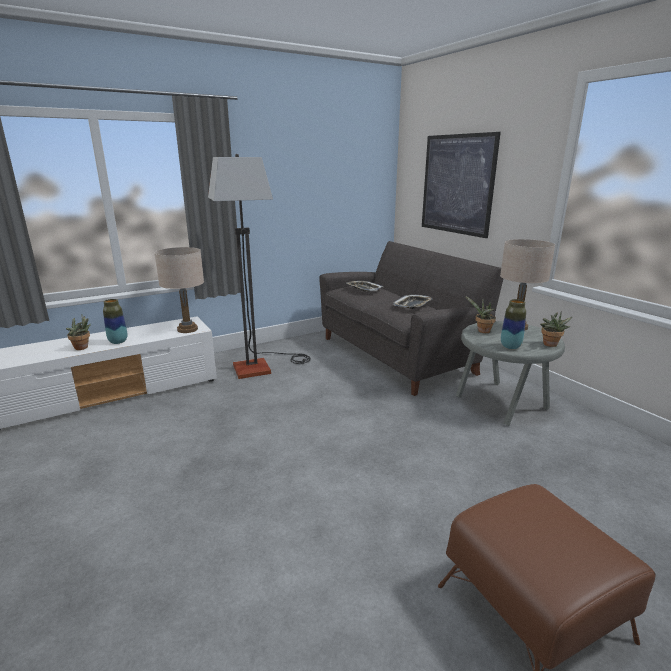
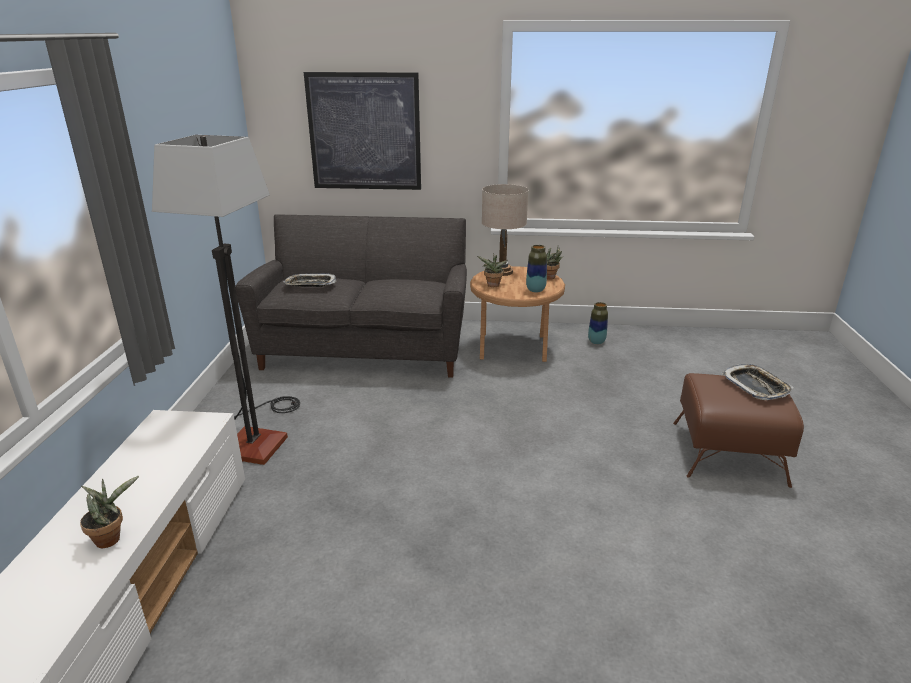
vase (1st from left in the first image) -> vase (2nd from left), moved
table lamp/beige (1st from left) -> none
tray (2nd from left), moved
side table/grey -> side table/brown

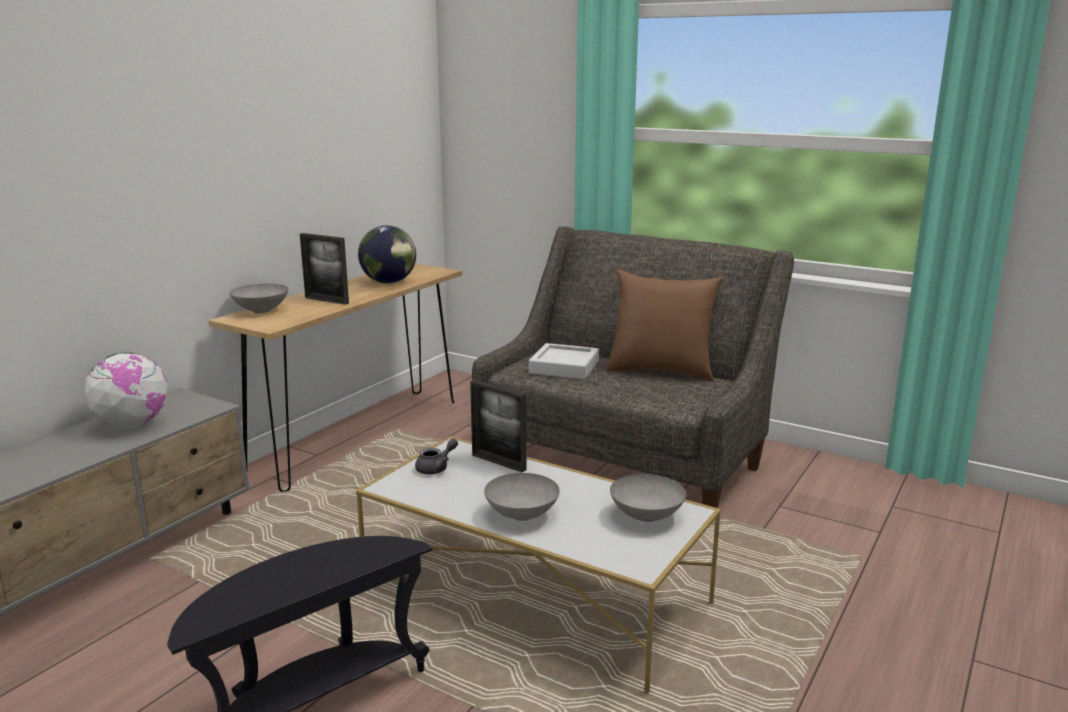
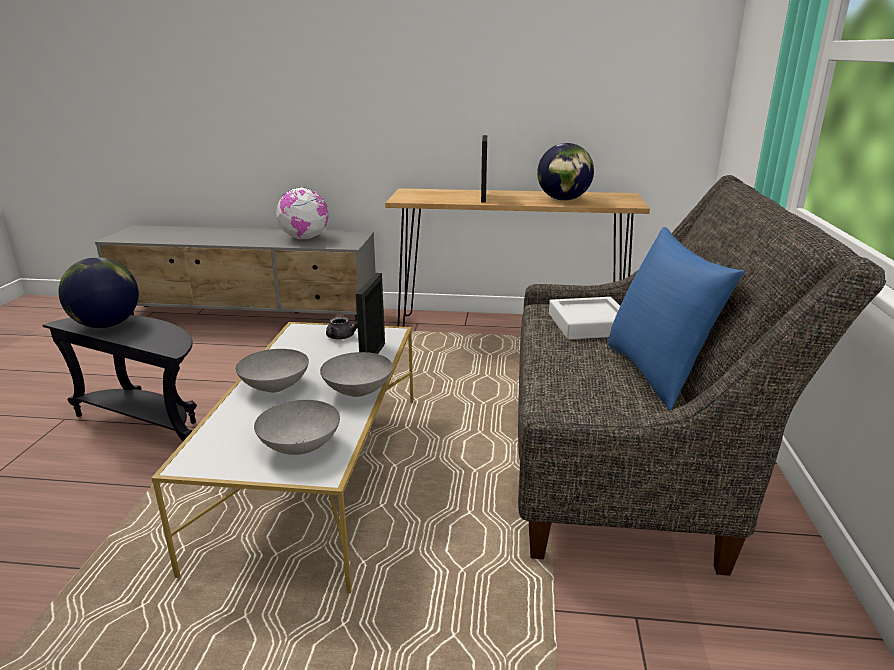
bowl/grey (1st from left in the first image) -> bowl/grey (3rd from left), moved
pillow/brown -> pillow/blue
none -> globe (1st from left)

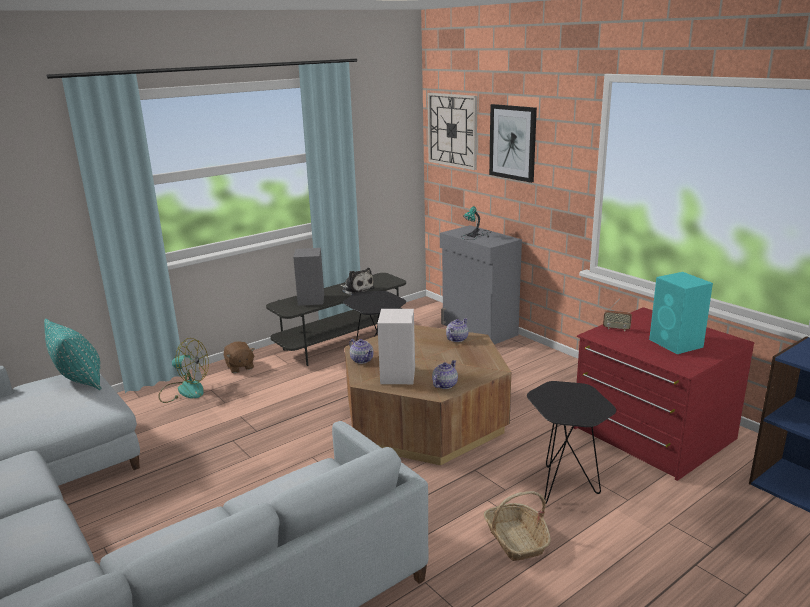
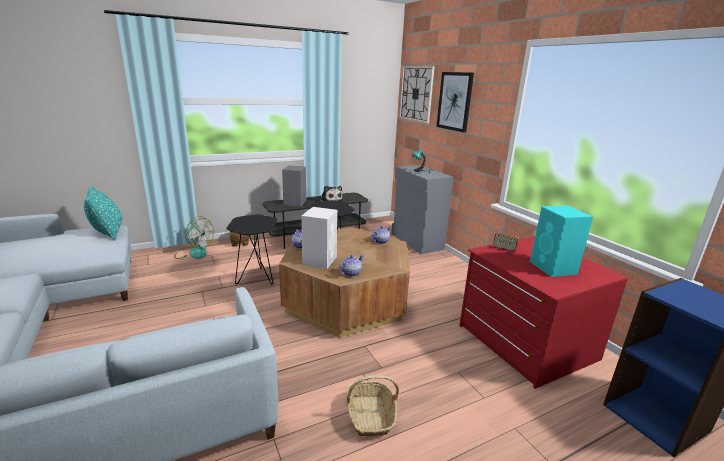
side table/black (2nd from left in the first image) -> side table/black (1st from left), moved

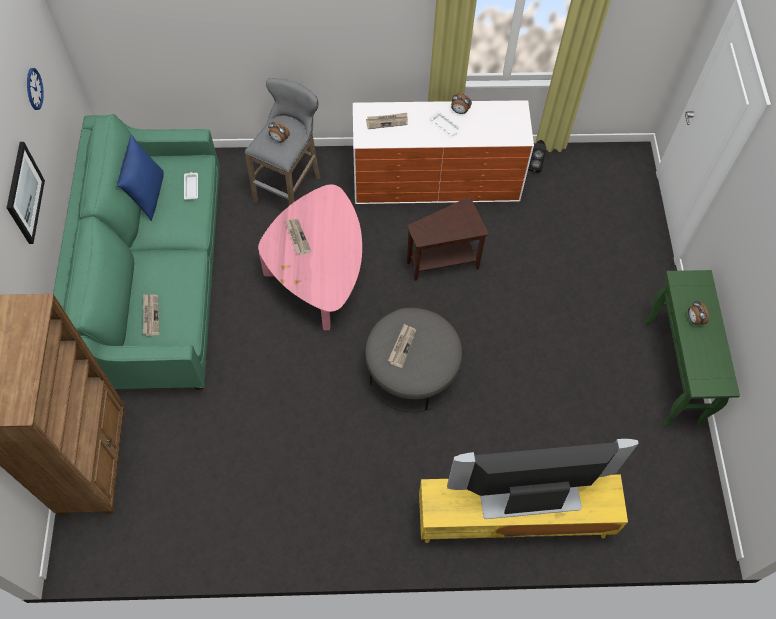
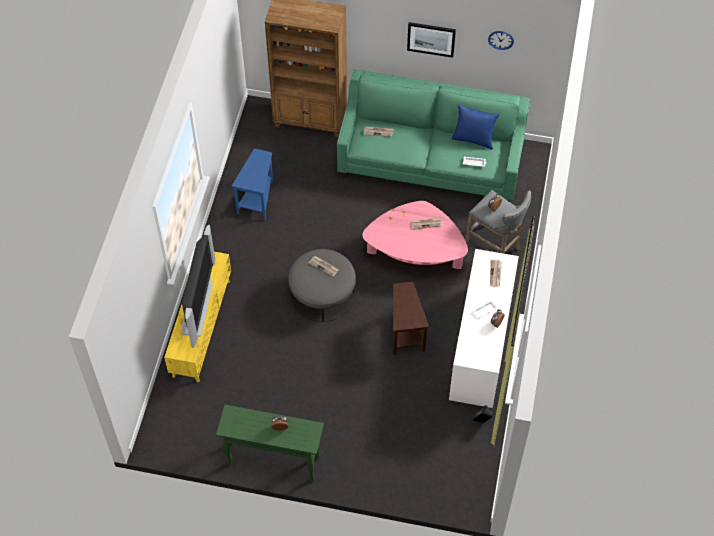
none -> side table/blue

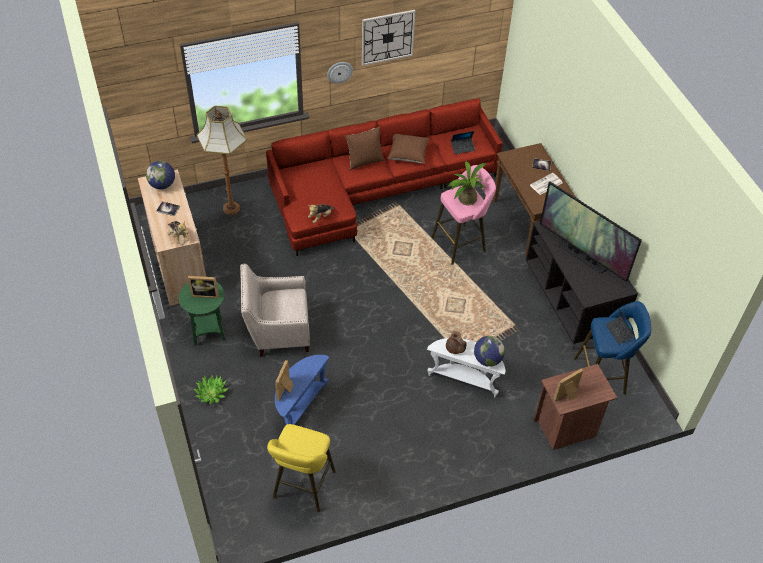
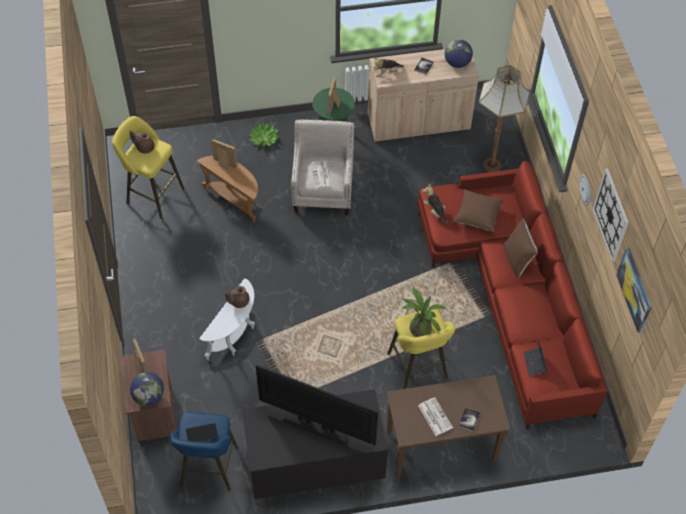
side table/blue -> side table/brown
pillow/brown (2nd from left in the first image) -> pillow/brown (1st from left), moved
stool/pink -> stool/yellow (2nd from left)
globe (2nd from left in the first image) -> globe (1st from left), moved
television, 60 degrees clockwise
none -> teapot/brown (1st from left)
none -> newspaper (1st from left)
none -> picture

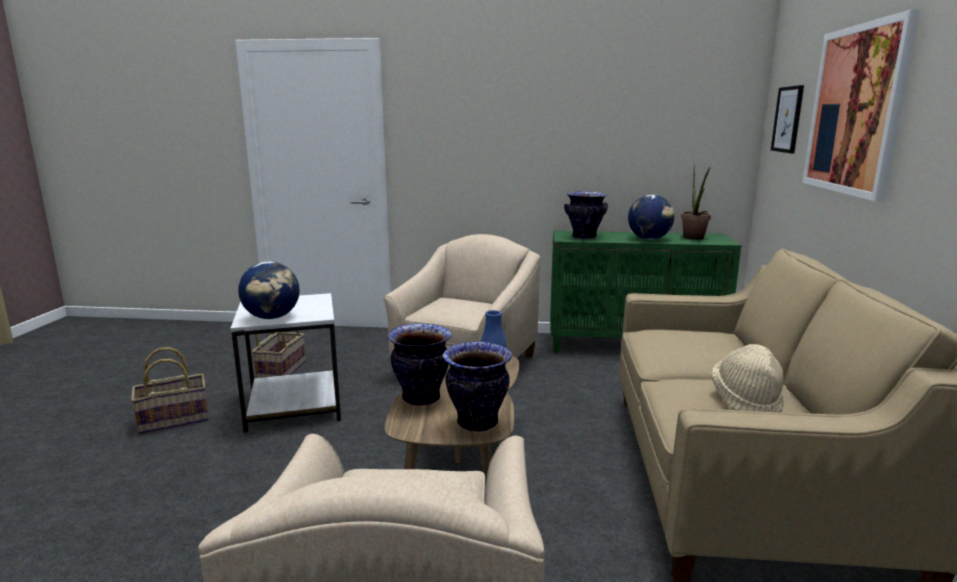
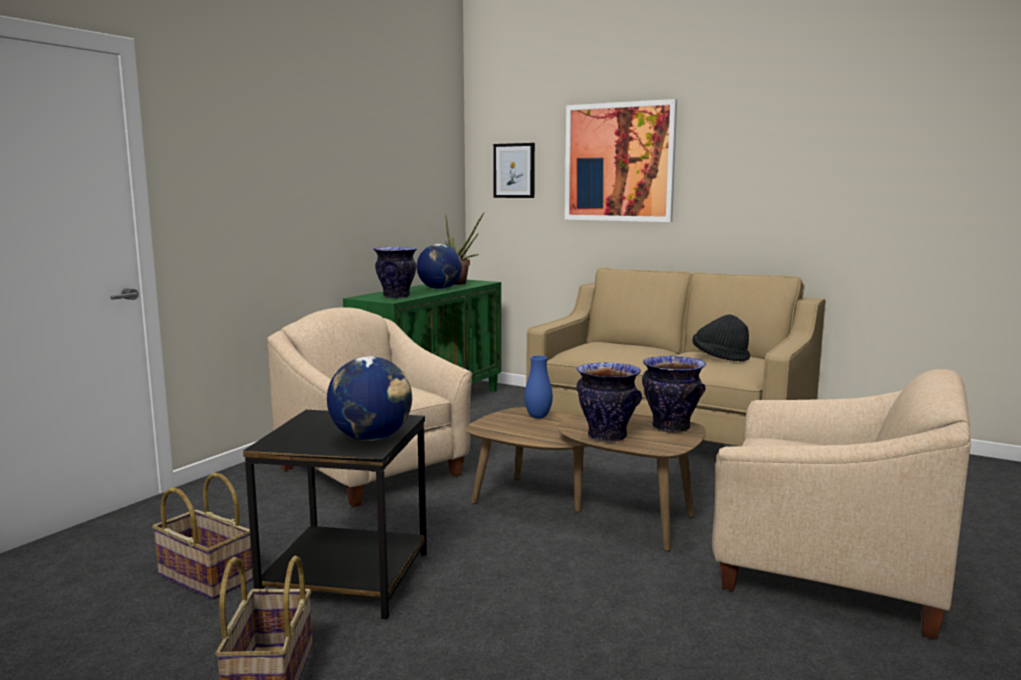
side table/white -> side table/black
hat/beige -> hat/black

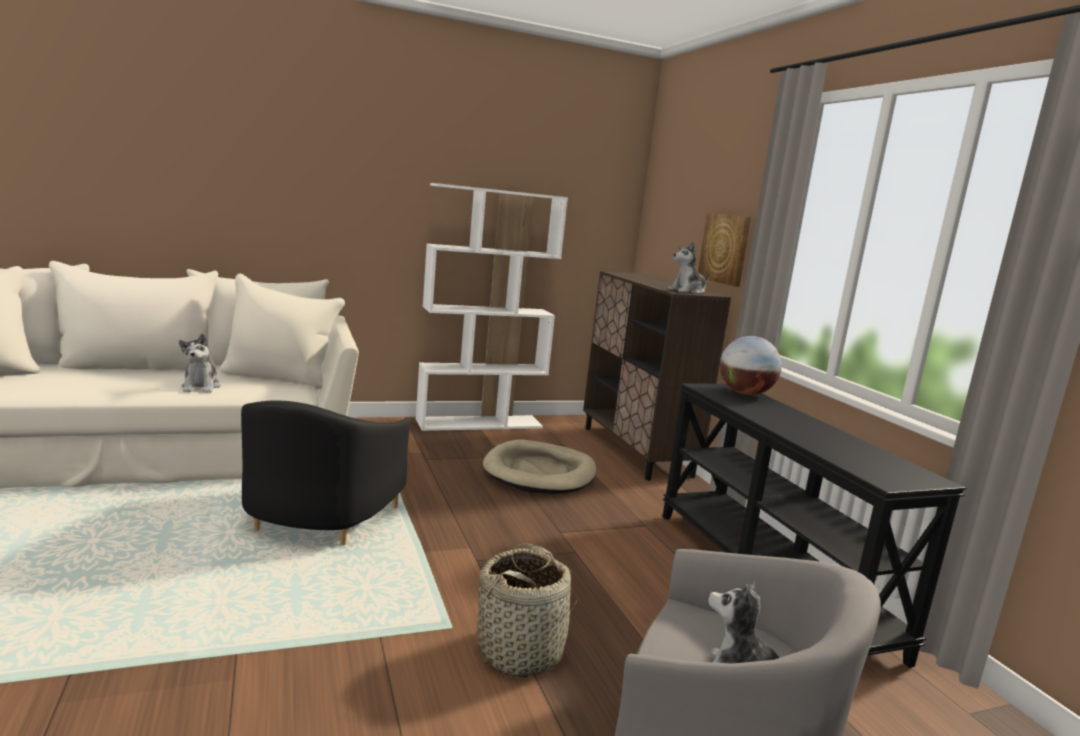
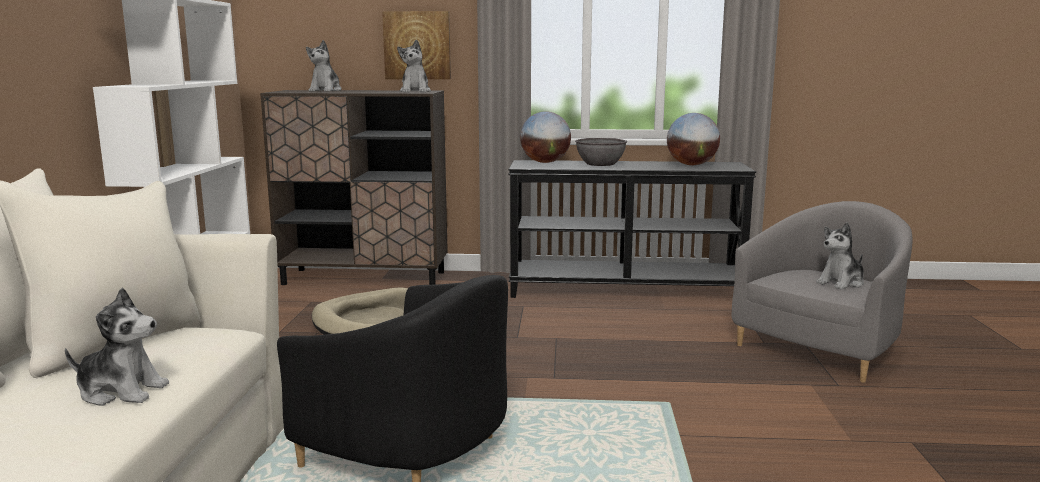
basket -> none
none -> plush toy (2nd from left)
none -> bowl/grey
none -> globe (2nd from left)

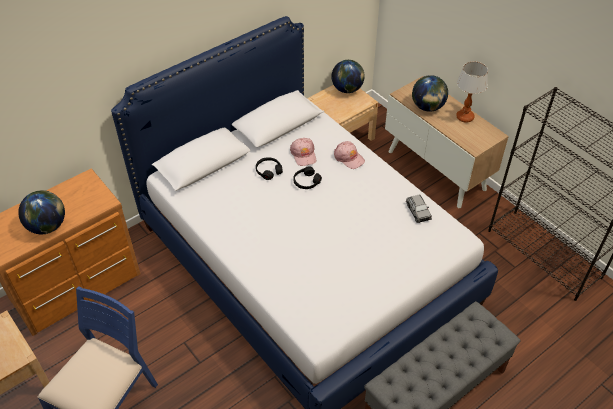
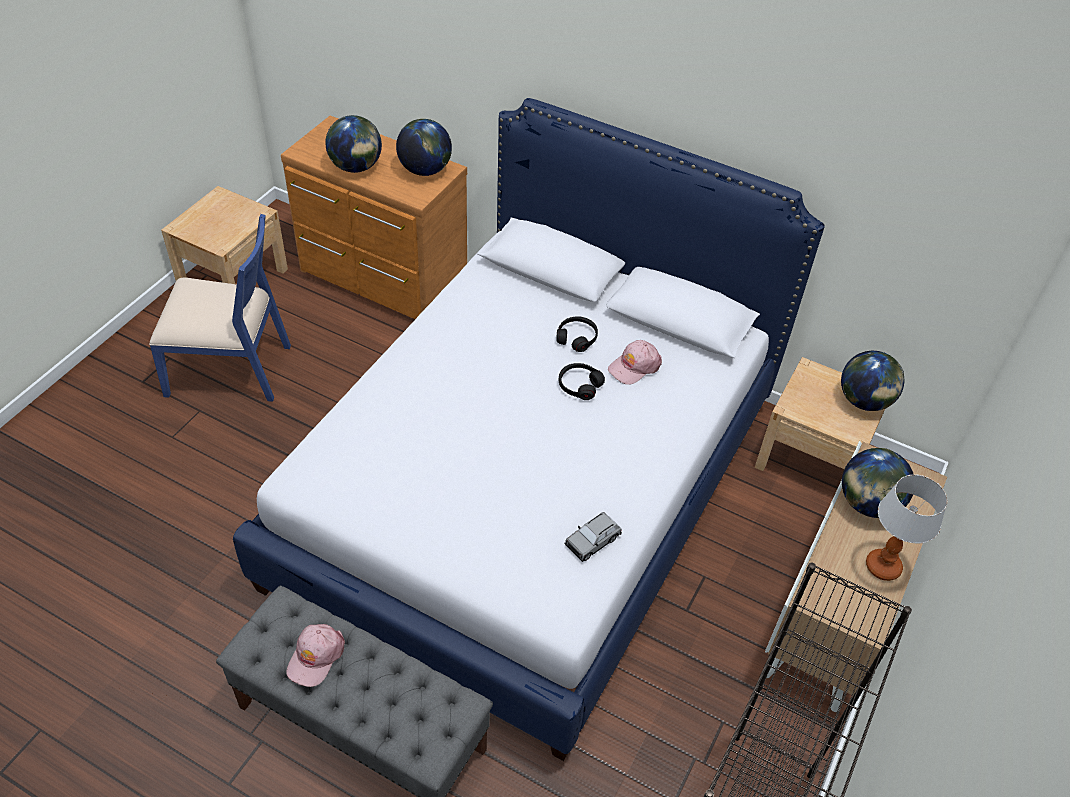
cap/pink (2nd from left in the first image) -> cap/pink (1st from left), moved
none -> globe (2nd from left)

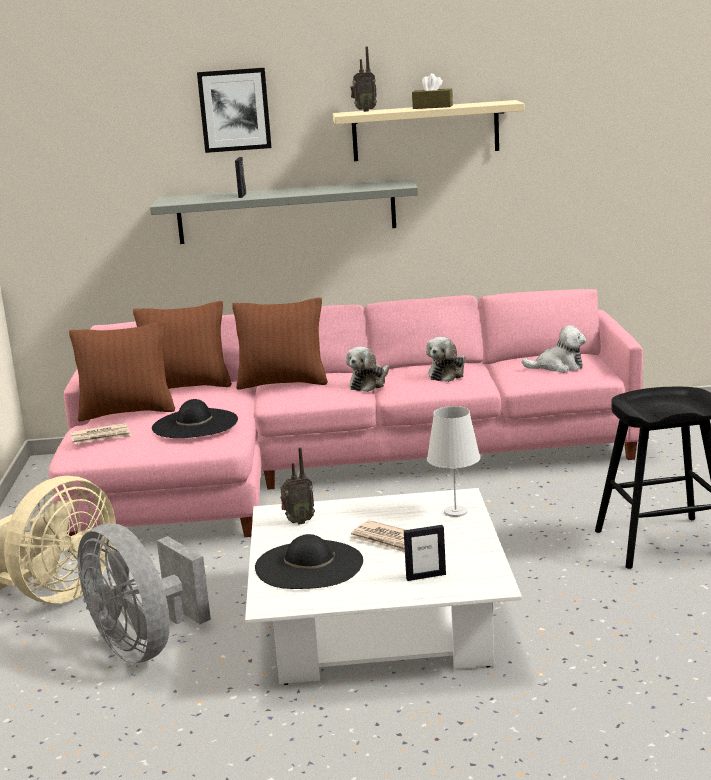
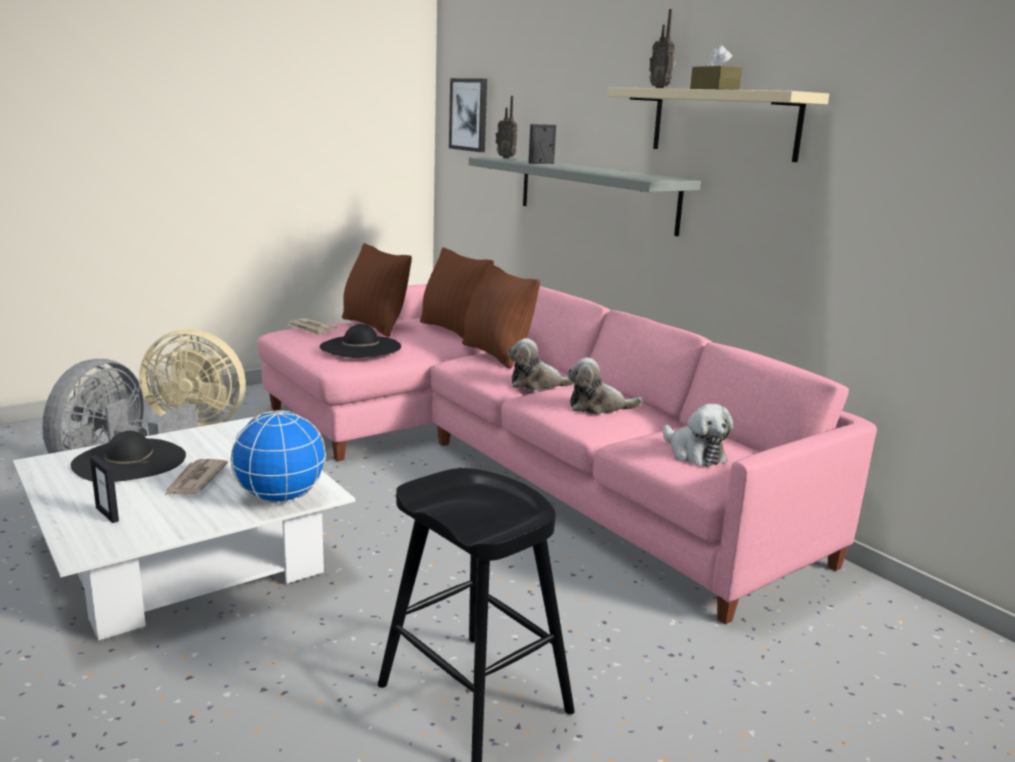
picture, moved
radio (1st from left), moved
table lamp/white -> globe

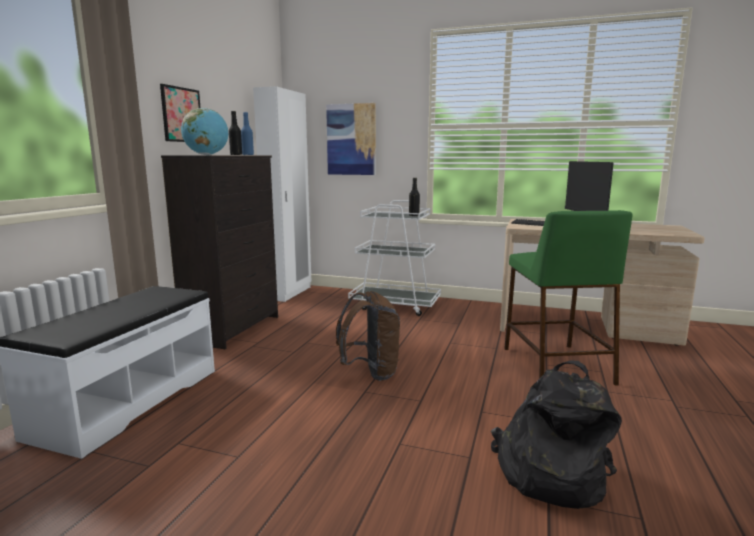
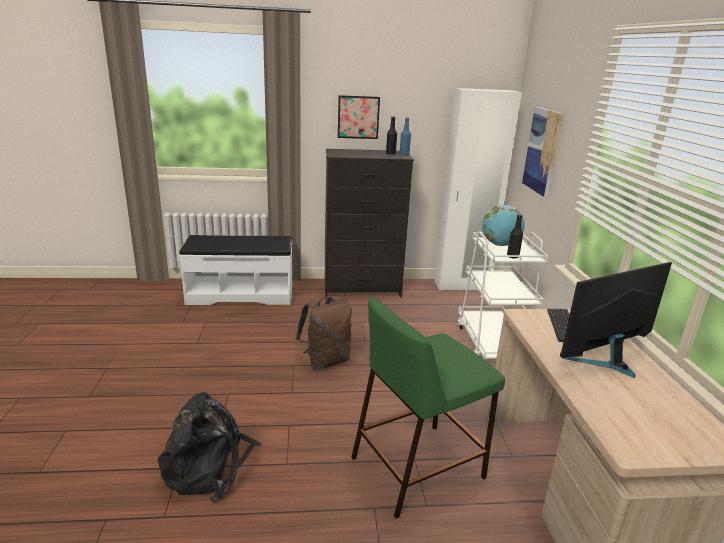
globe, moved

